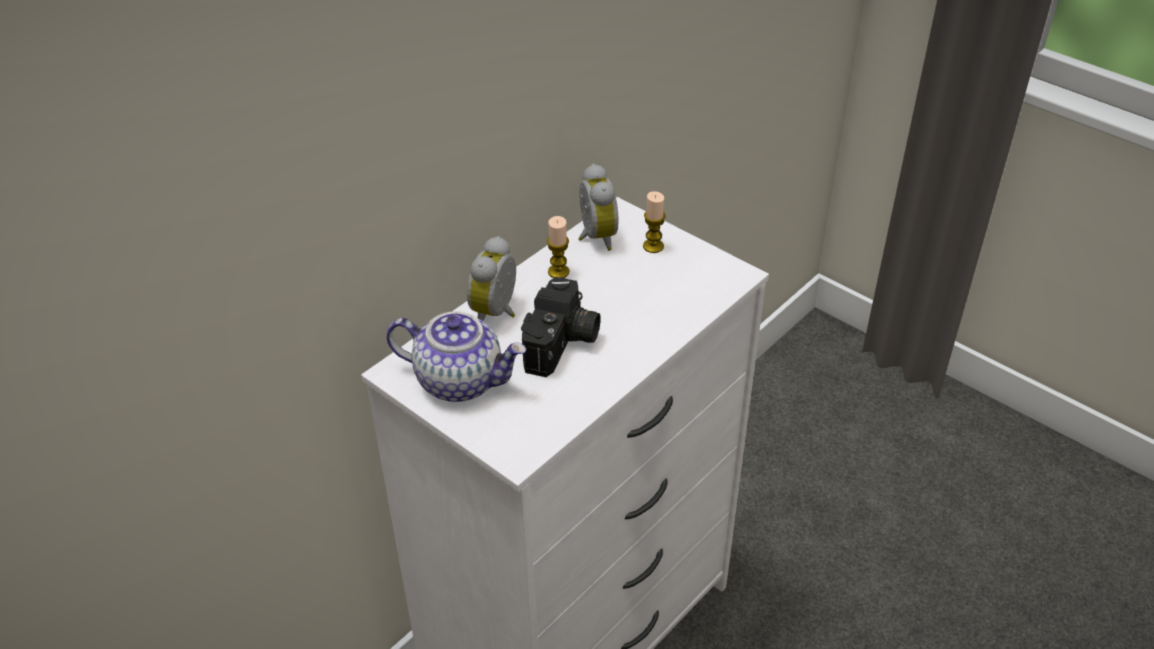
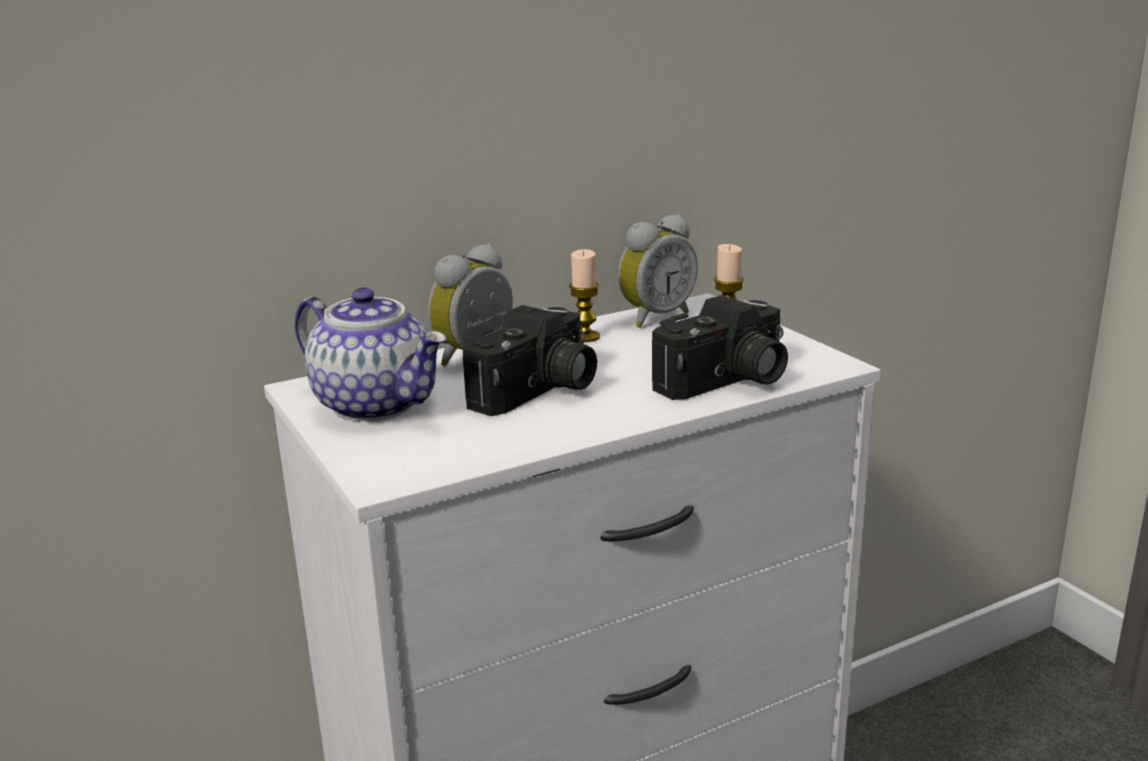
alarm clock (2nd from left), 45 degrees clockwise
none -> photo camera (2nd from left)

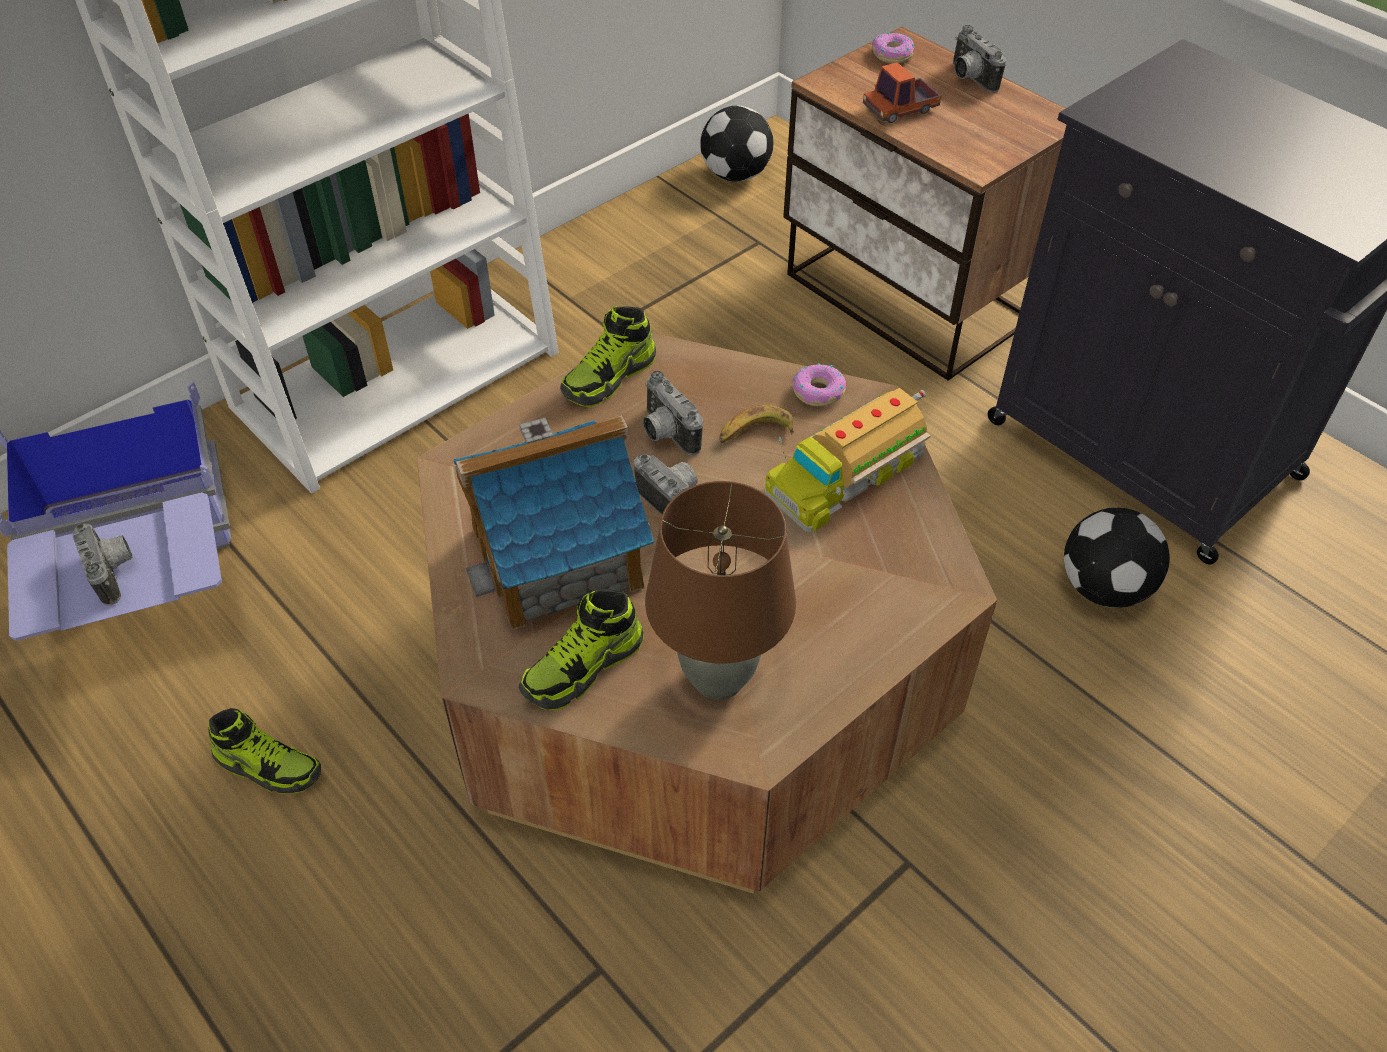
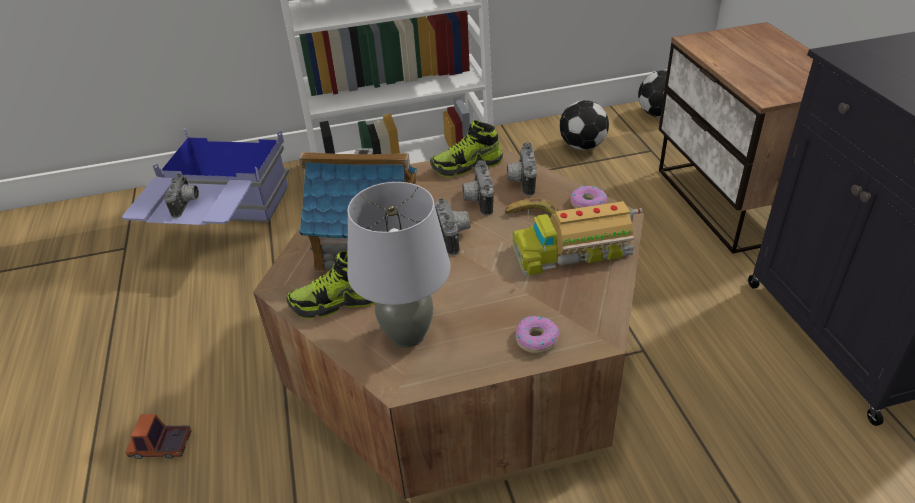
shoe (1st from left) -> none
table lamp/brown -> table lamp/grey
toy truck (2nd from left in the first image) -> toy truck (1st from left), moved
donut (2nd from left in the first image) -> donut (1st from left), moved
photo camera (4th from left), moved
football (2nd from left in the first image) -> football (1st from left), moved

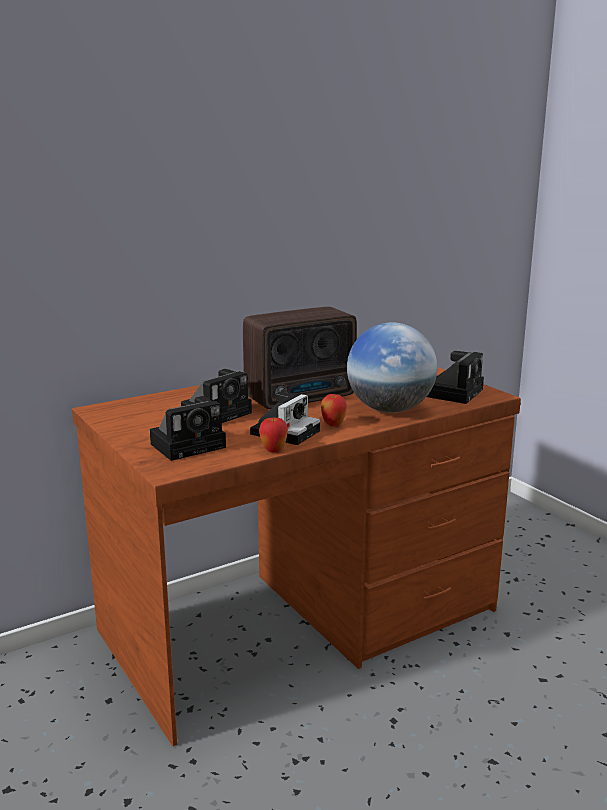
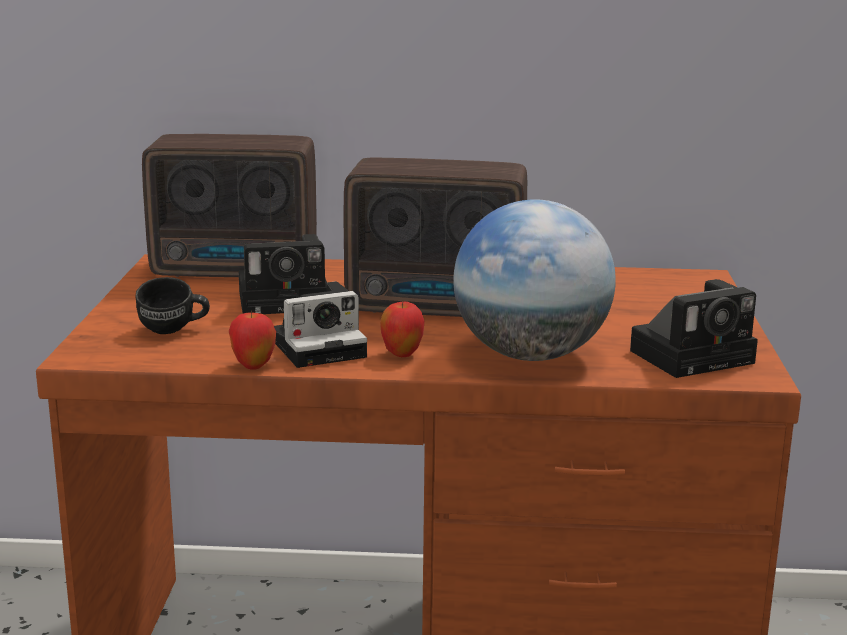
photo camera (1st from left) -> mug/black
none -> radio (1st from left)

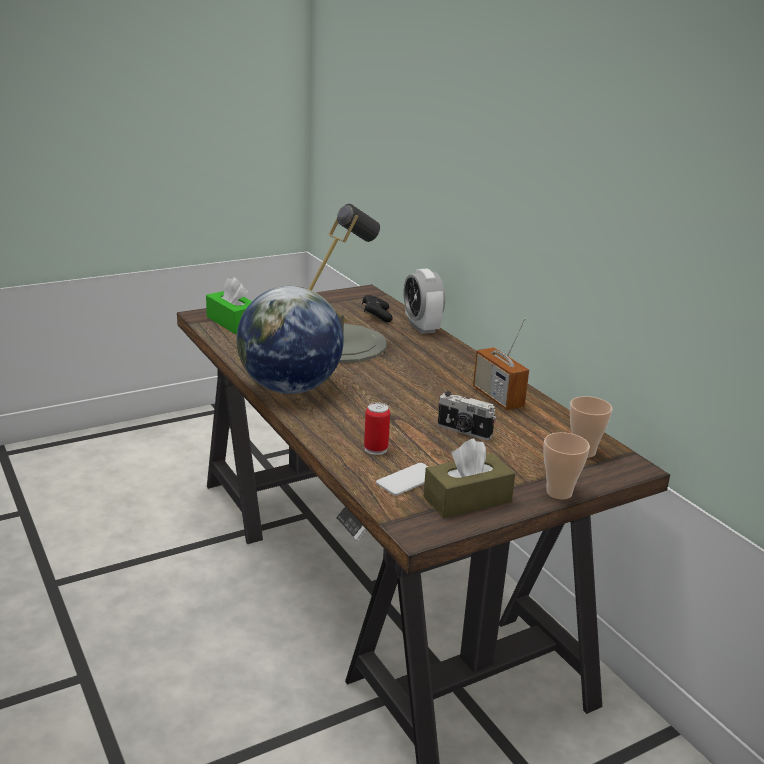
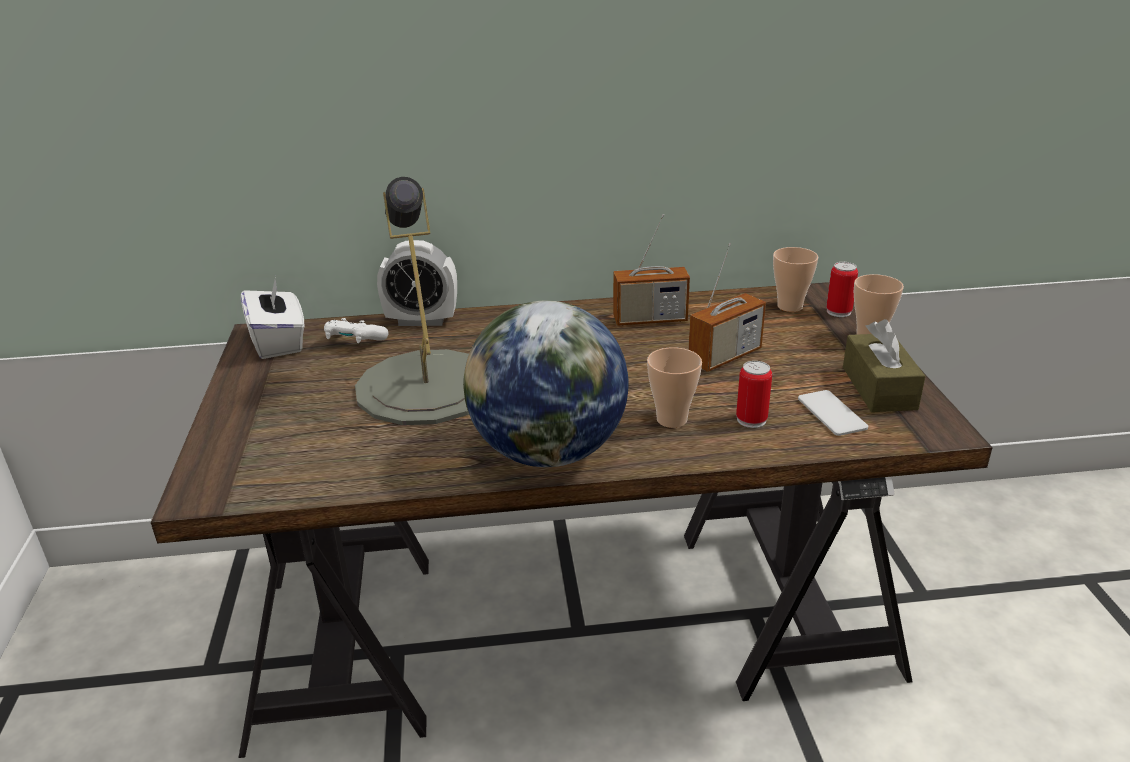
tissue box/green -> none
game controller/black -> game controller/white
photo camera -> radio (2nd from left)
none -> tissue box/white
none -> cup (1st from left)
none -> can (2nd from left)

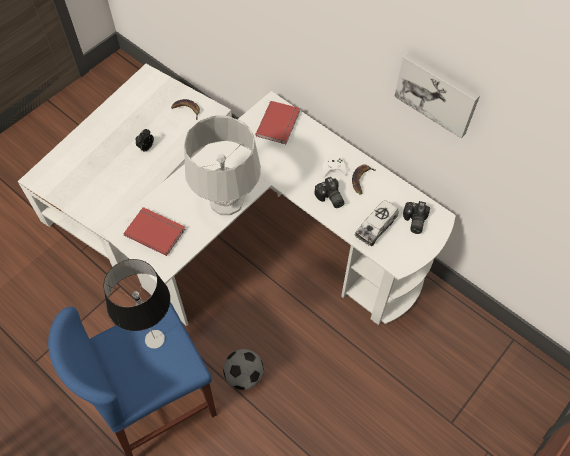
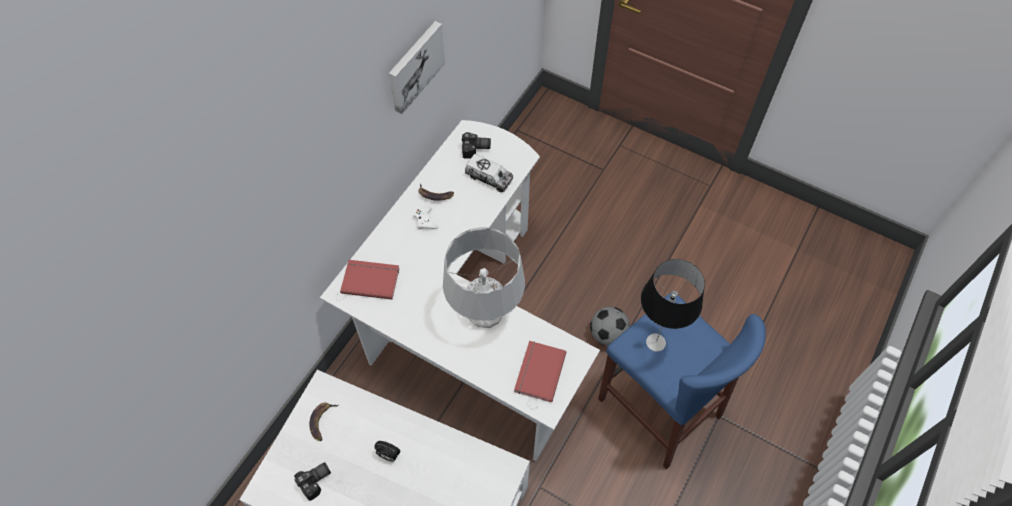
photo camera (1st from left), moved

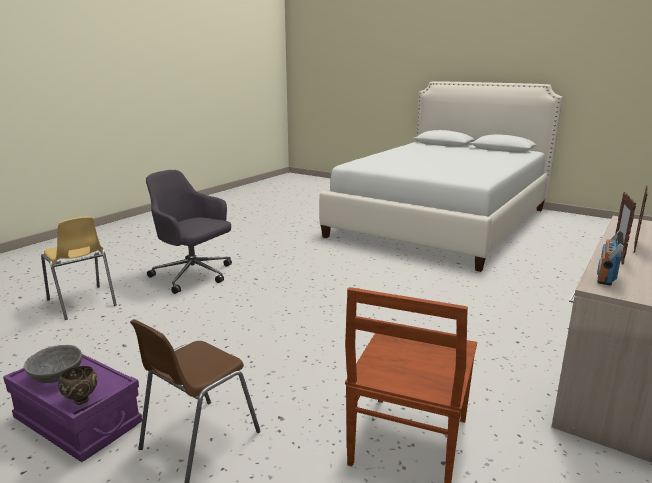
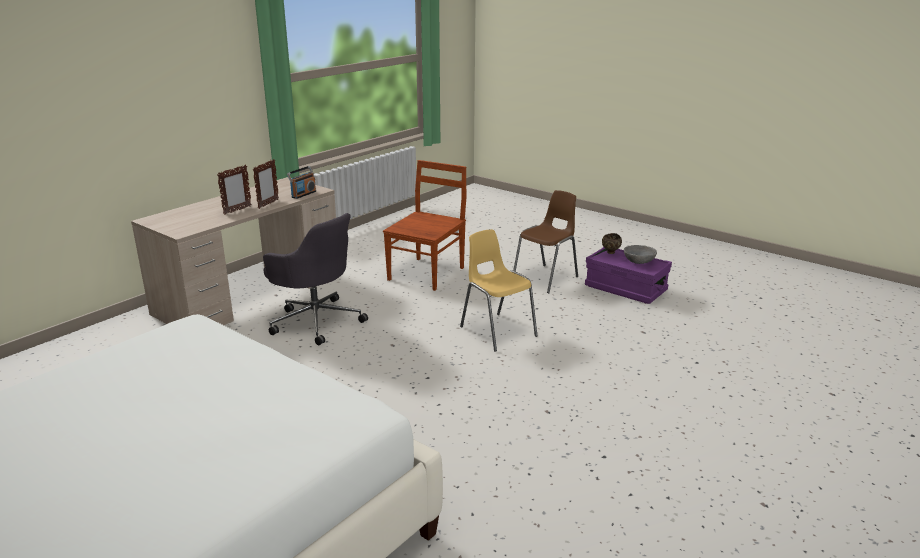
chair/yellow, moved
office chair/grey, moved

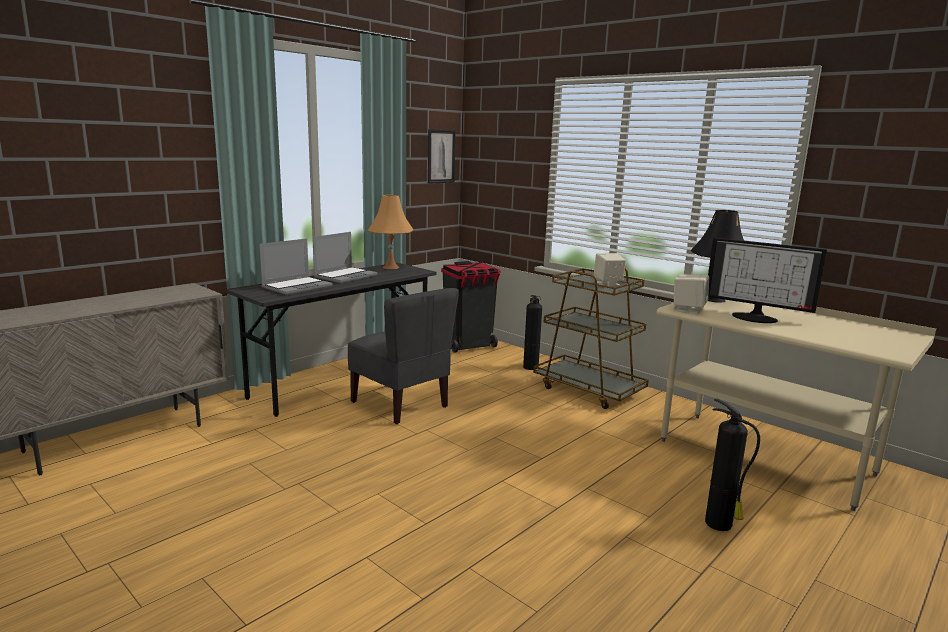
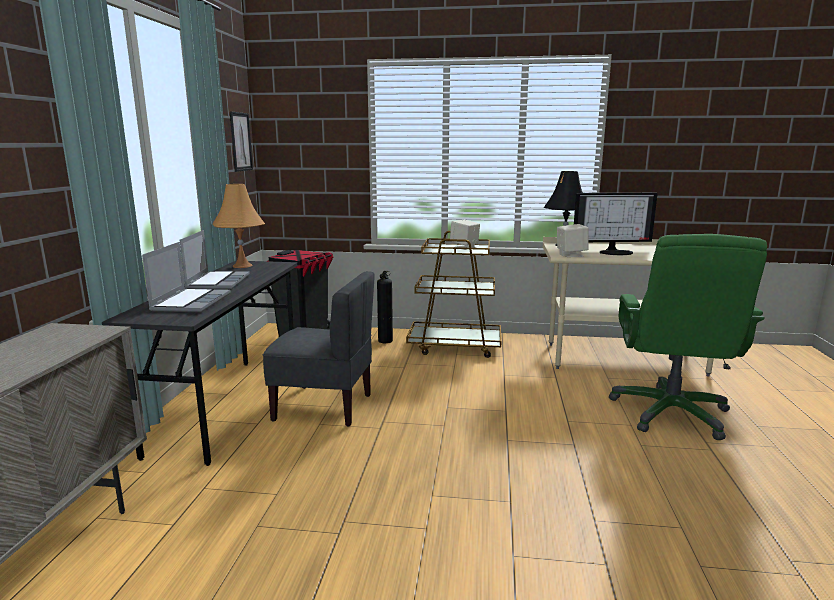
fire extinguisher (2nd from left) -> office chair/green

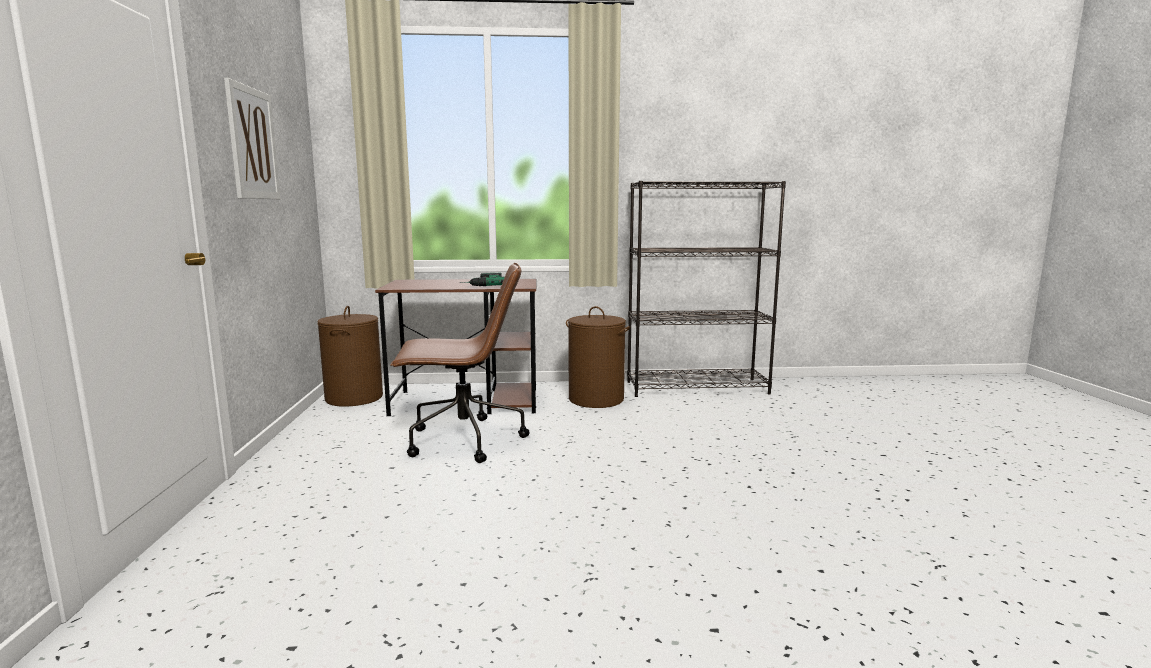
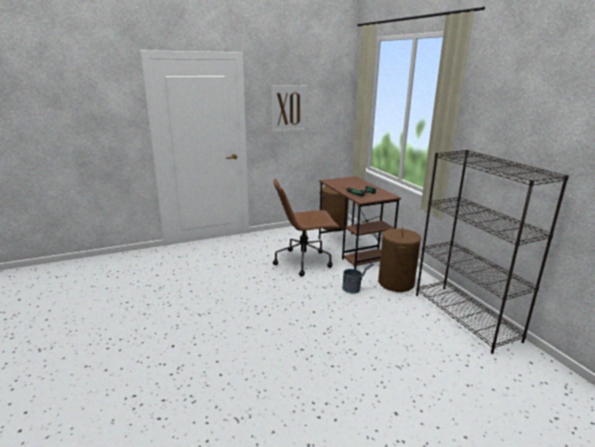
office chair/brown, 105 degrees clockwise
none -> bucket/grey

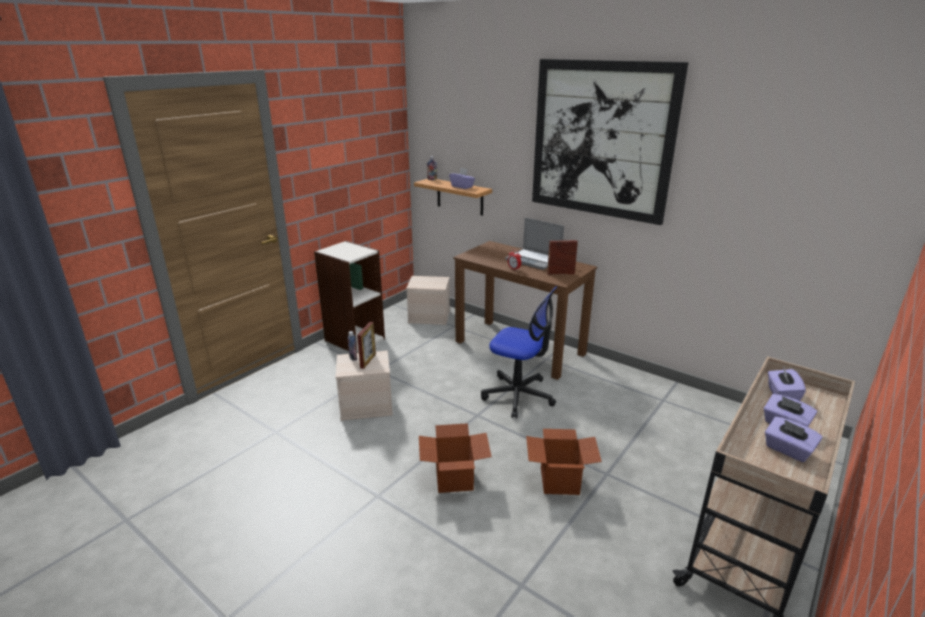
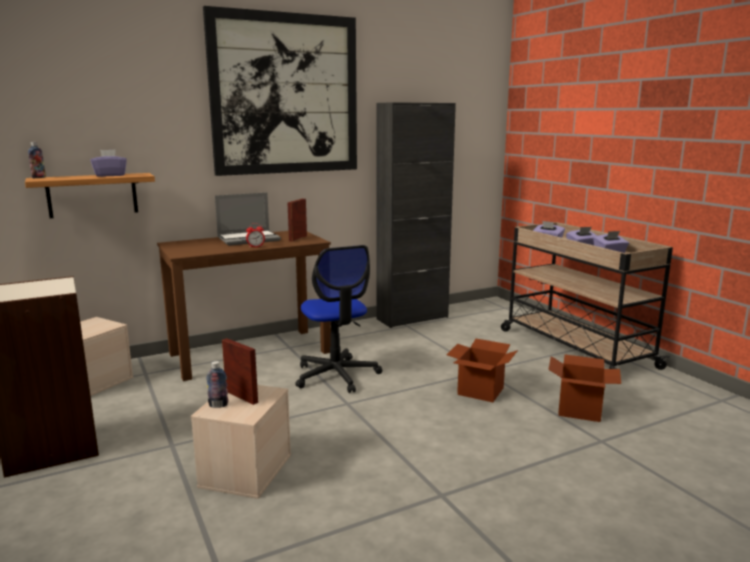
cardboard box (1st from left in the first image) -> cardboard box (2nd from left), moved
office chair, 105 degrees clockwise
none -> cabinet/black

